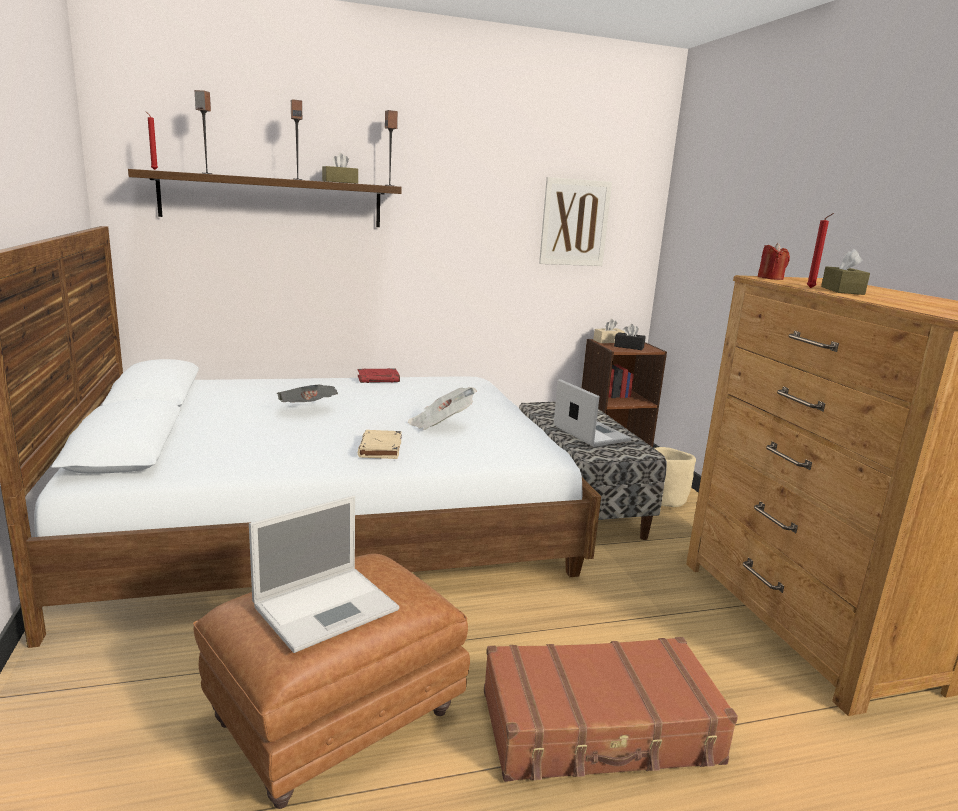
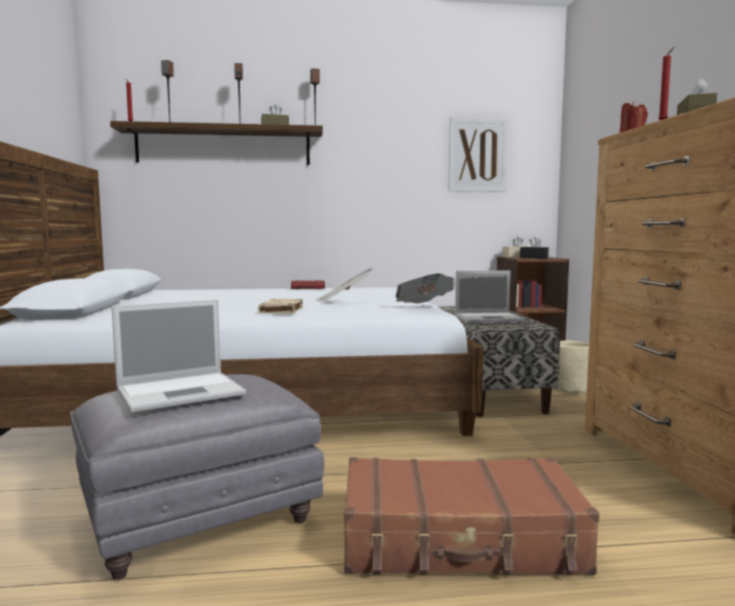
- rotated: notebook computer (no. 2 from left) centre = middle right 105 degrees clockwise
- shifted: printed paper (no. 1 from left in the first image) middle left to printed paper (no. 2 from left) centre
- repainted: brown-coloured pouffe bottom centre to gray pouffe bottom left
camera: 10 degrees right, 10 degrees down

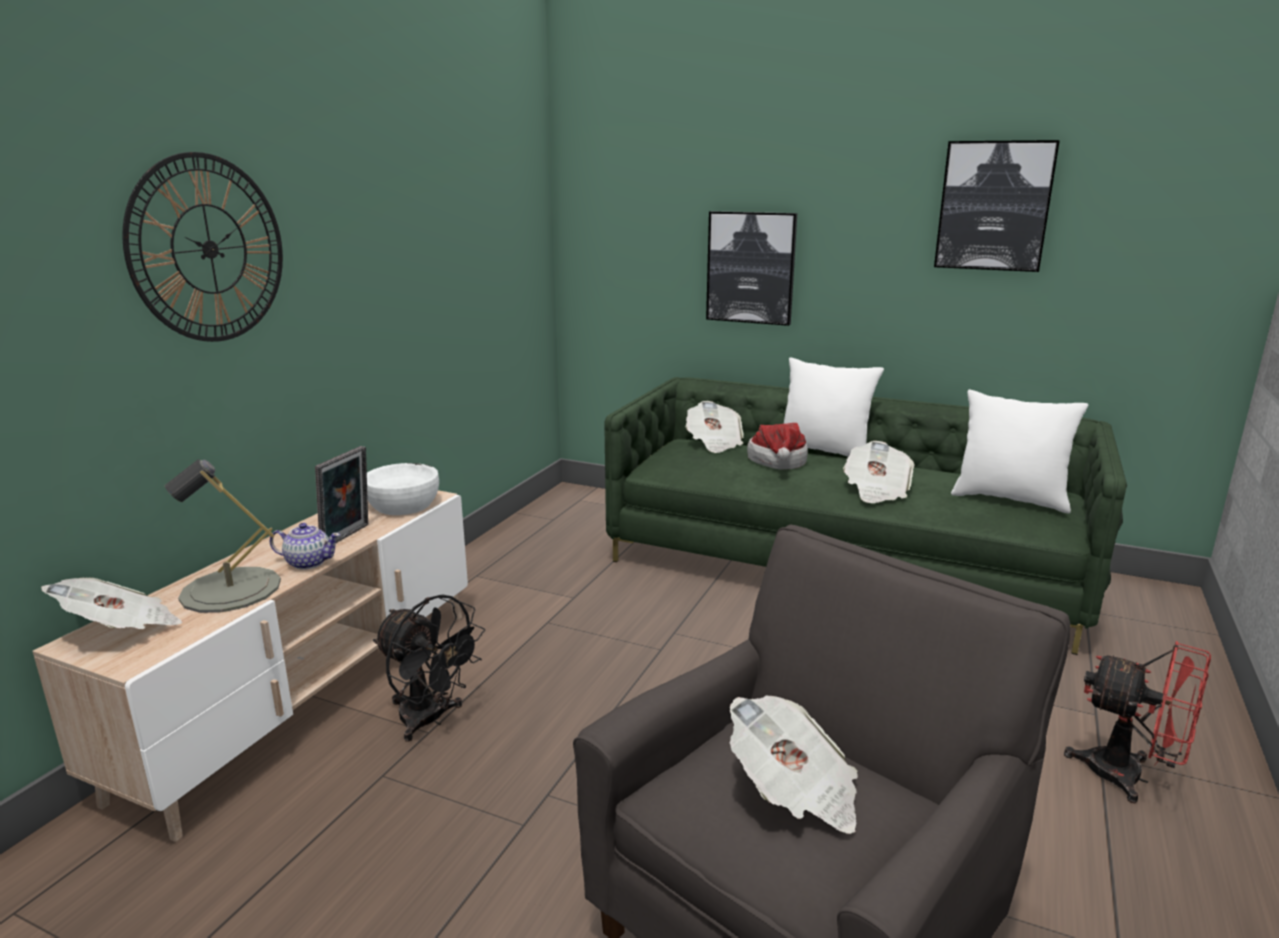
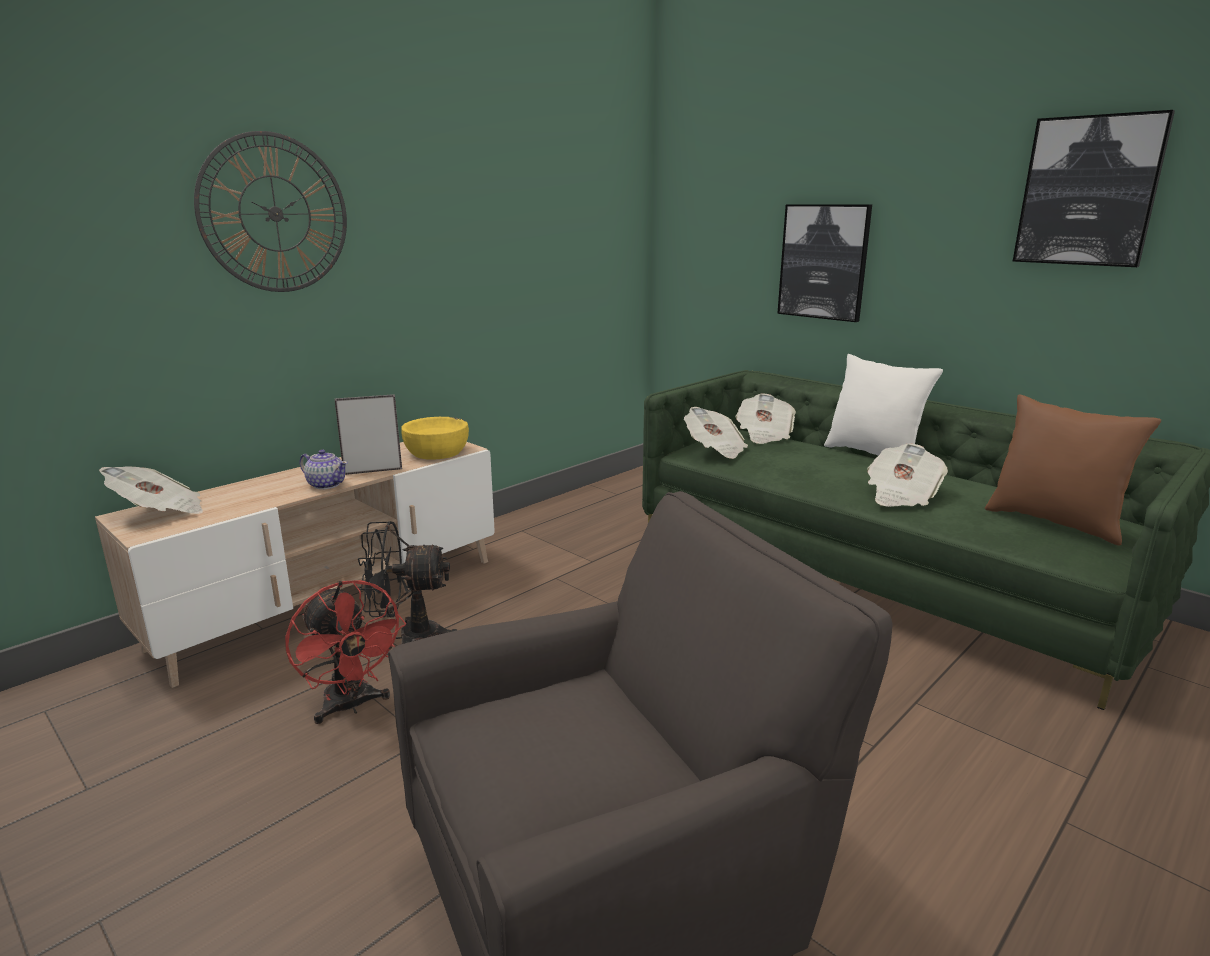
- repainted: whitish throw pillow (no. 2 from left) middle right to brown-coloured throw pillow middle right
- gone: hat centre
- rotated: photo frame middle left = middle left 150 degrees counterclockwise
- gone: gray tabletop lamp middle left
- repainted: whitish deep dish middle left to yellowish deep dish centre
- rotated: black cooling fan bottom centre = centre 120 degrees clockwise
- shifted: reddish cooling fan bottom right to bottom left
- shifted: printed paper (no. 3 from left in the first image) bottom centre to printed paper (no. 2 from left) centre
camera: 20 degrees right, 0 degrees up

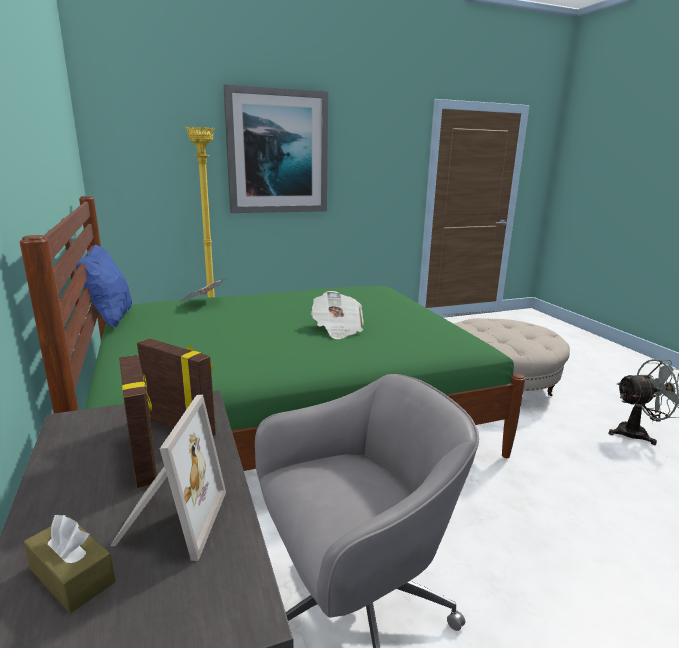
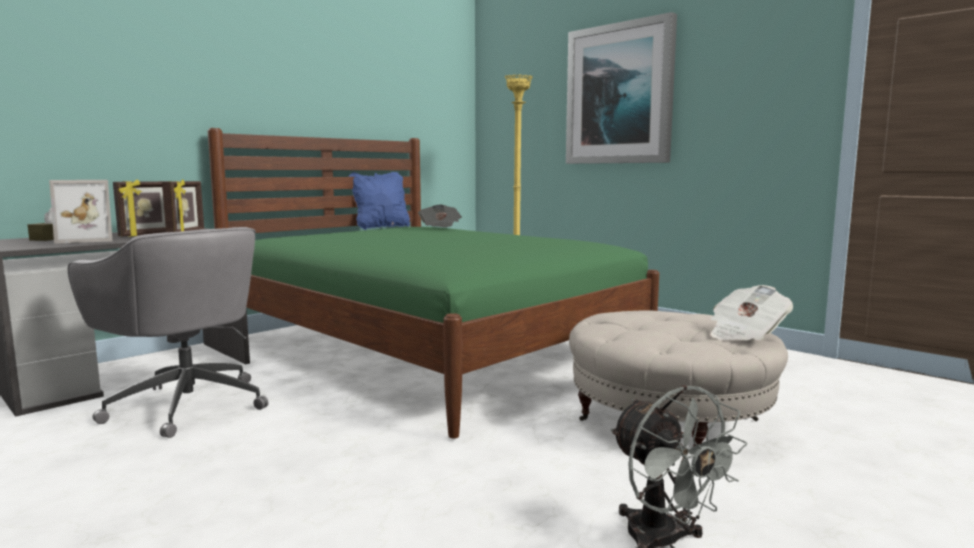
- shifted: printed paper (no. 2 from left) centre to middle right
camera: 65 degrees right, 10 degrees down

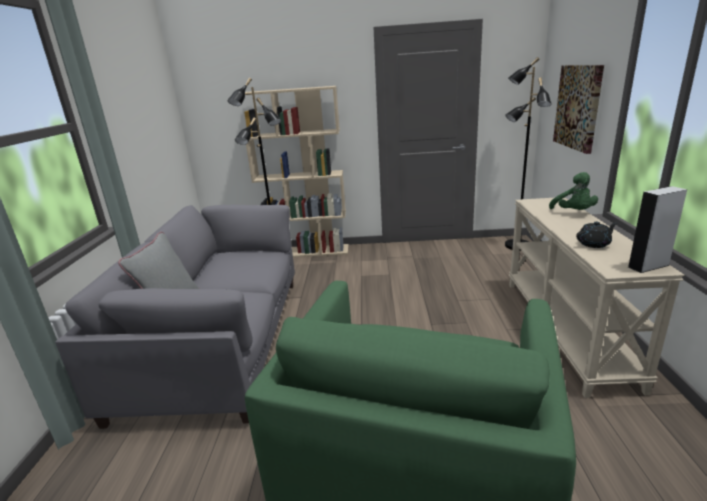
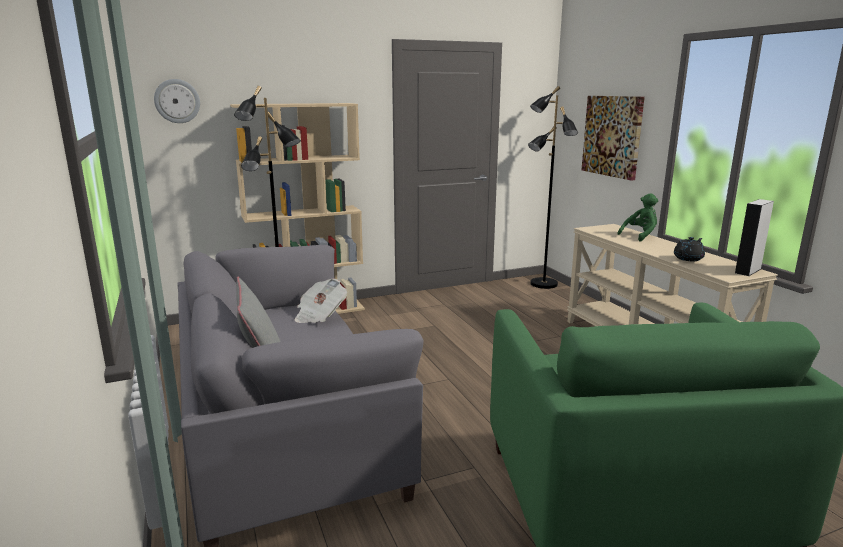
- rotated: green soft toy middle right = middle right 90 degrees counterclockwise
- new: clock on the wall top left
- new: printed paper centre
camera: 25 degrees left, 5 degrees down

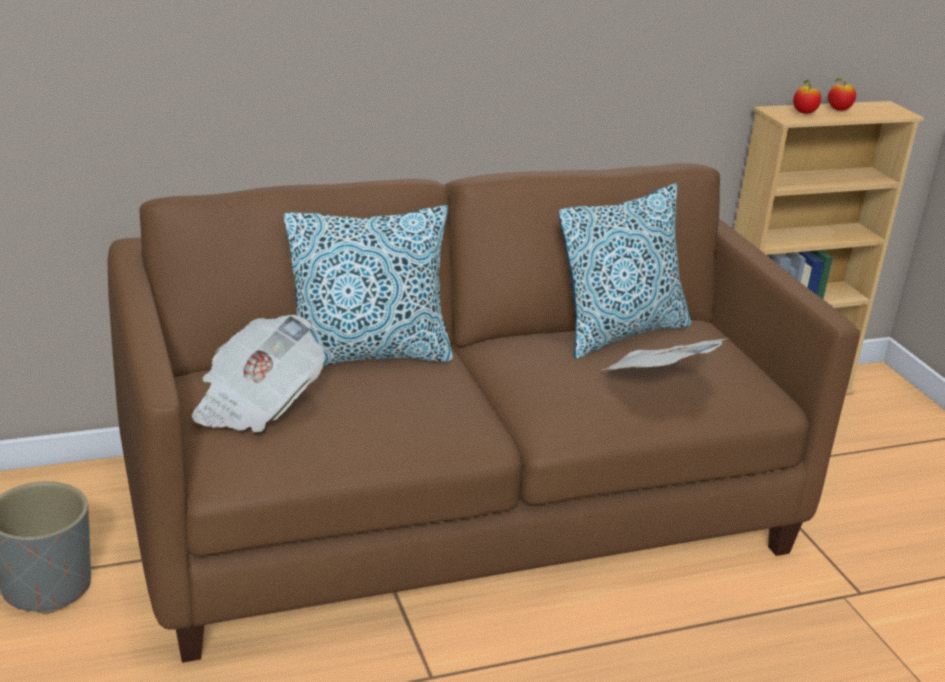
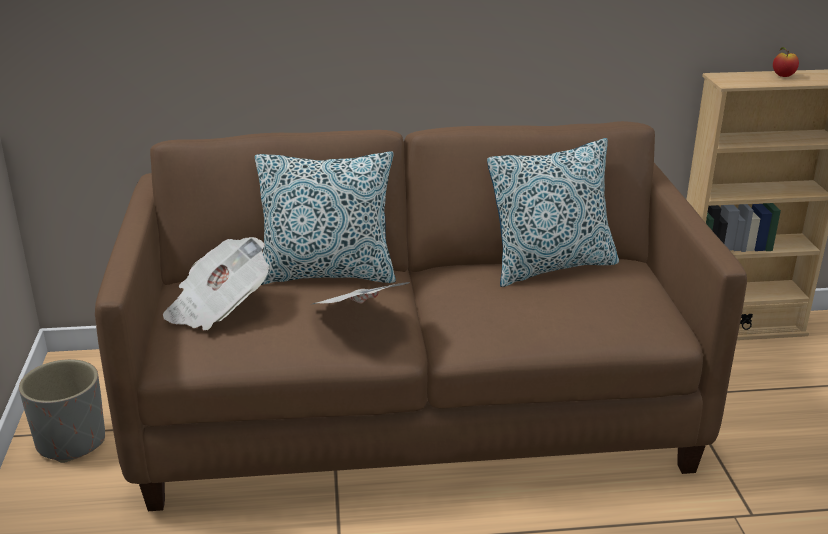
- gone: apple fruit (no. 1 from left) top right
- shifted: printed paper (no. 2 from left) middle right to centre
camera: 15 degrees right, 0 degrees up

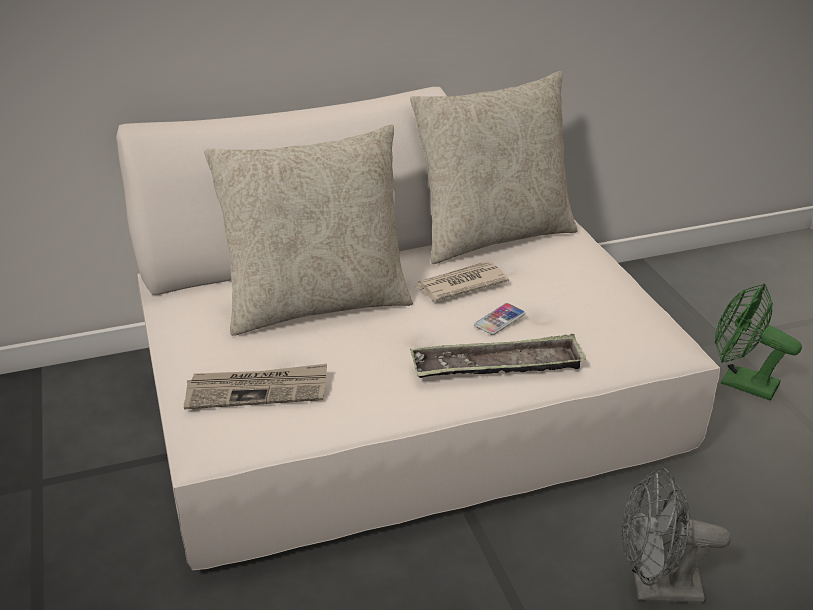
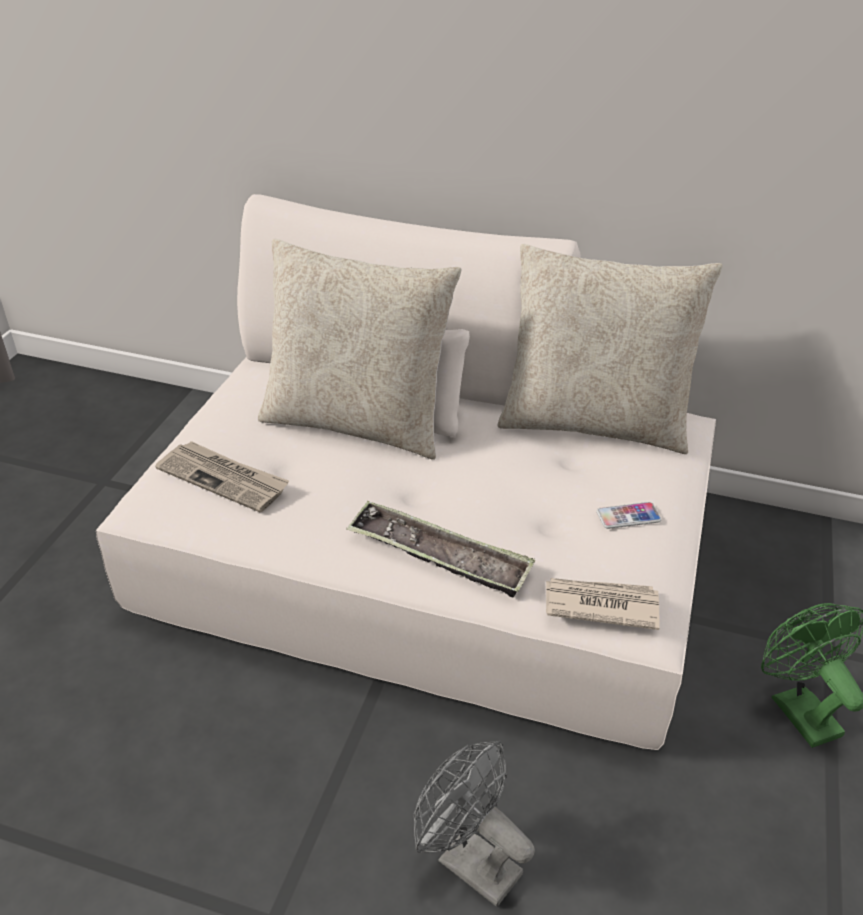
- shifted: printed paper (no. 2 from left) centre to middle right
- shifted: telephone centre to middle right
camera: 35 degrees right, 5 degrees up

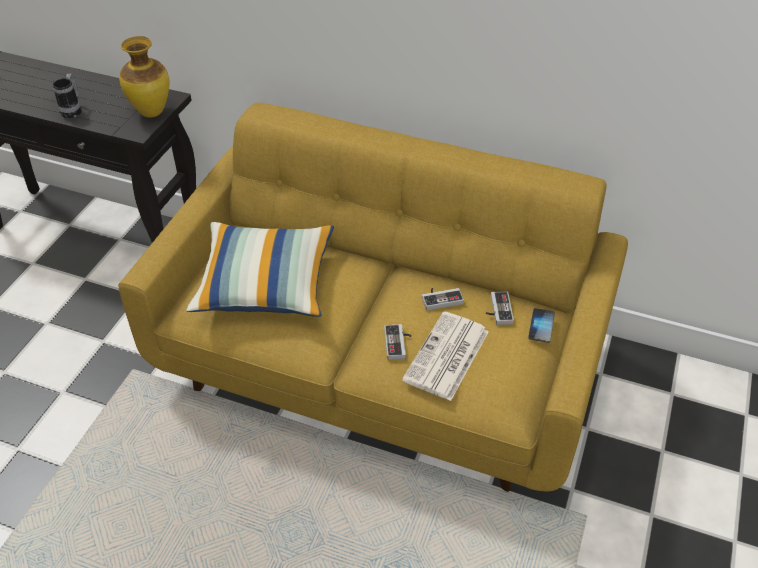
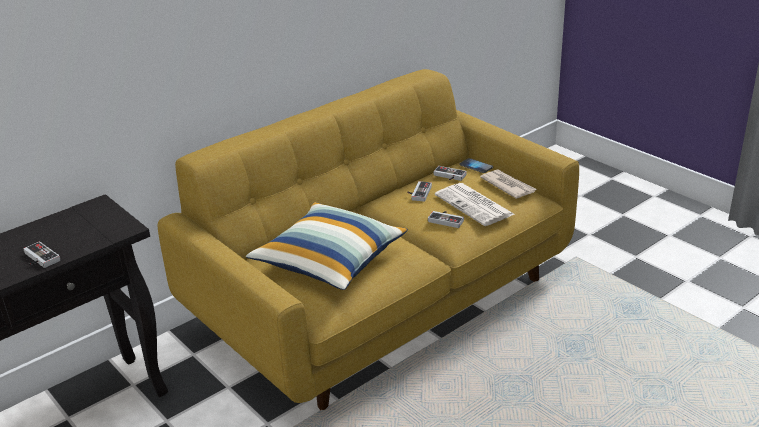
- gone: flower vase top left
- swapped: coffee mug top left to joypad (no. 1 from left) middle left
- new: printed paper (no. 2 from left) middle right
camera: 60 degrees left, 15 degrees down

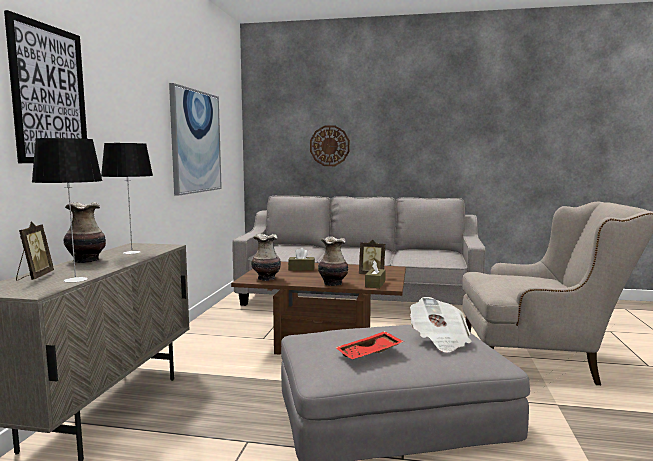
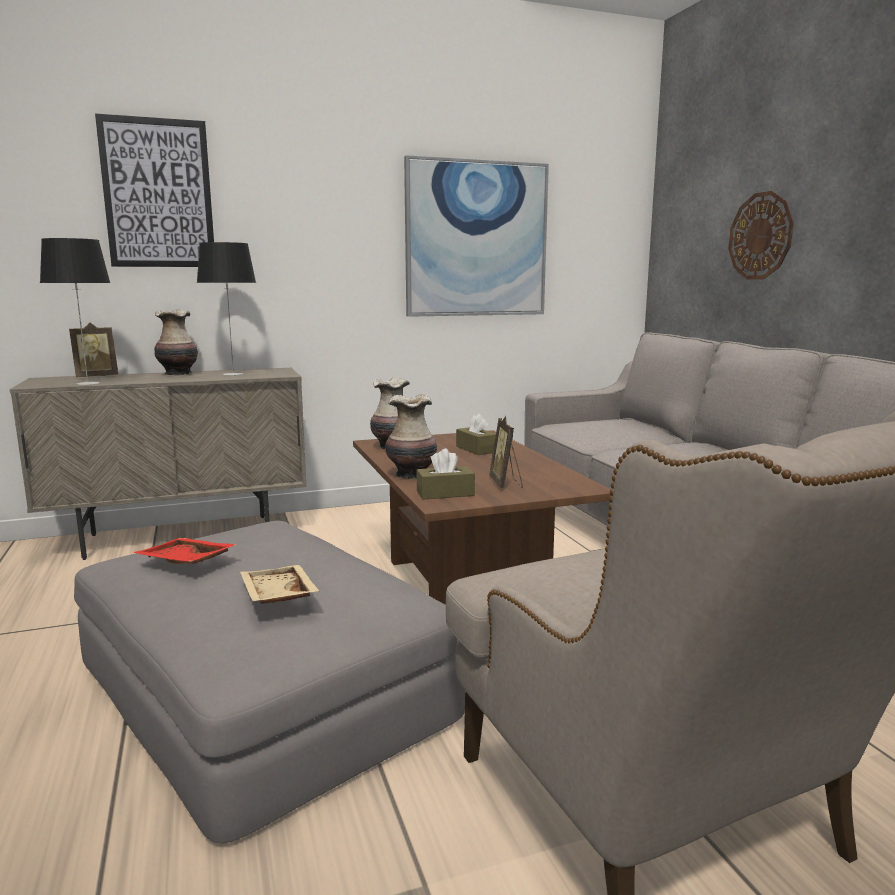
- swapped: printed paper bottom right to sand-coloured tray middle left
camera: 60 degrees right, 5 degrees up

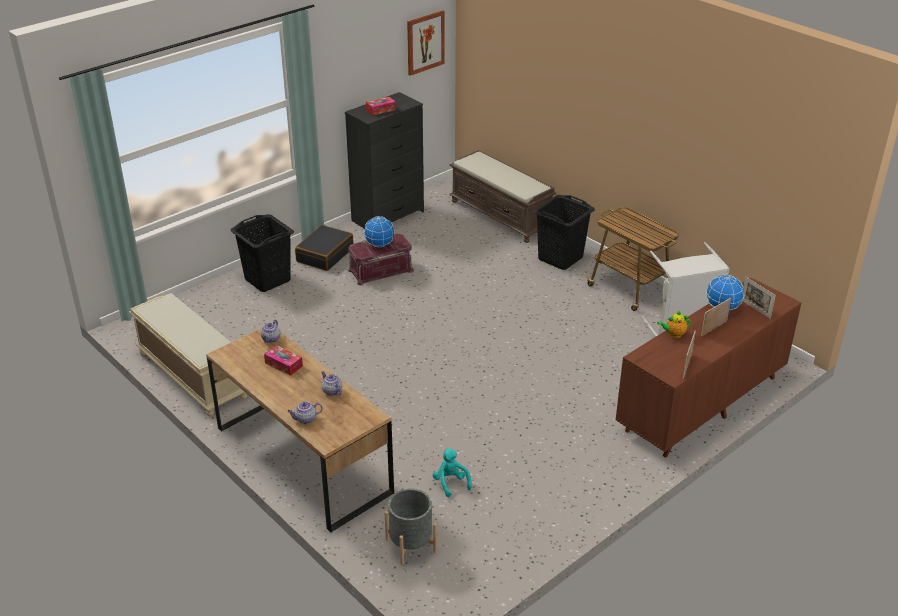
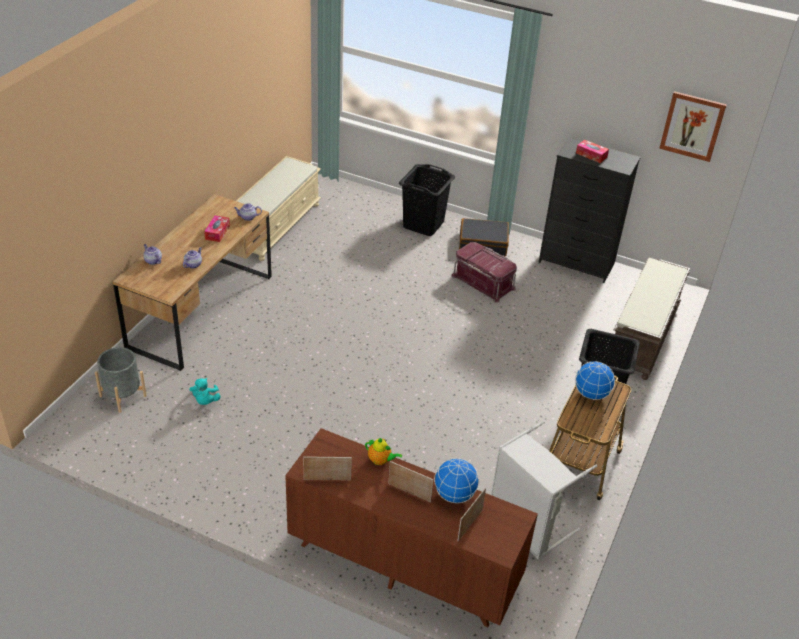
- shifted: world globe (no. 1 from left in the first image) centre to world globe (no. 2 from left) middle right
- rotated: teapot (no. 4 from left) middle right = bottom centre 150 degrees clockwise
- rotated: turquoise soft toy bottom centre = middle left 135 degrees clockwise
camera: 65 degrees right, 5 degrees up

